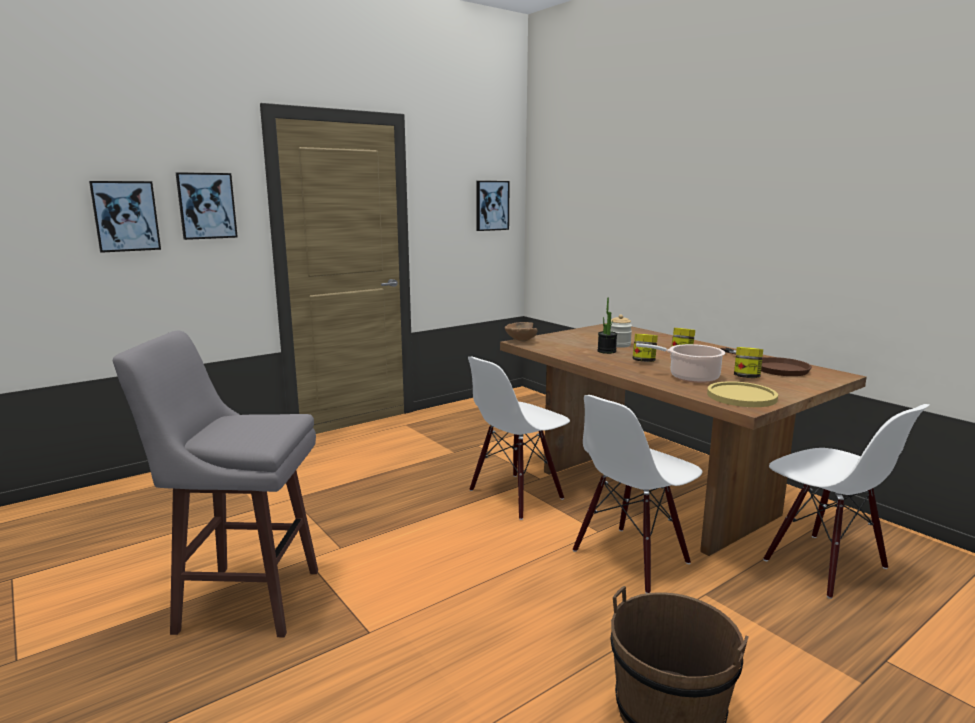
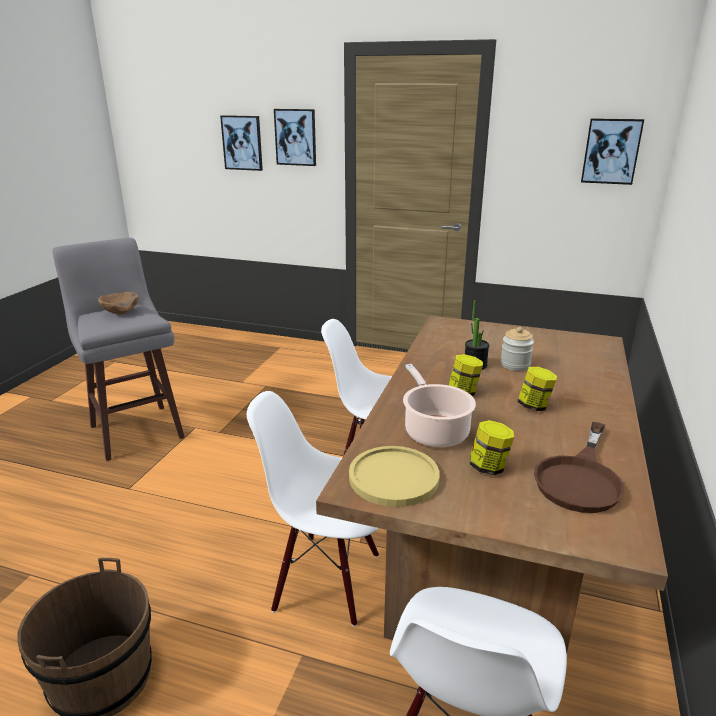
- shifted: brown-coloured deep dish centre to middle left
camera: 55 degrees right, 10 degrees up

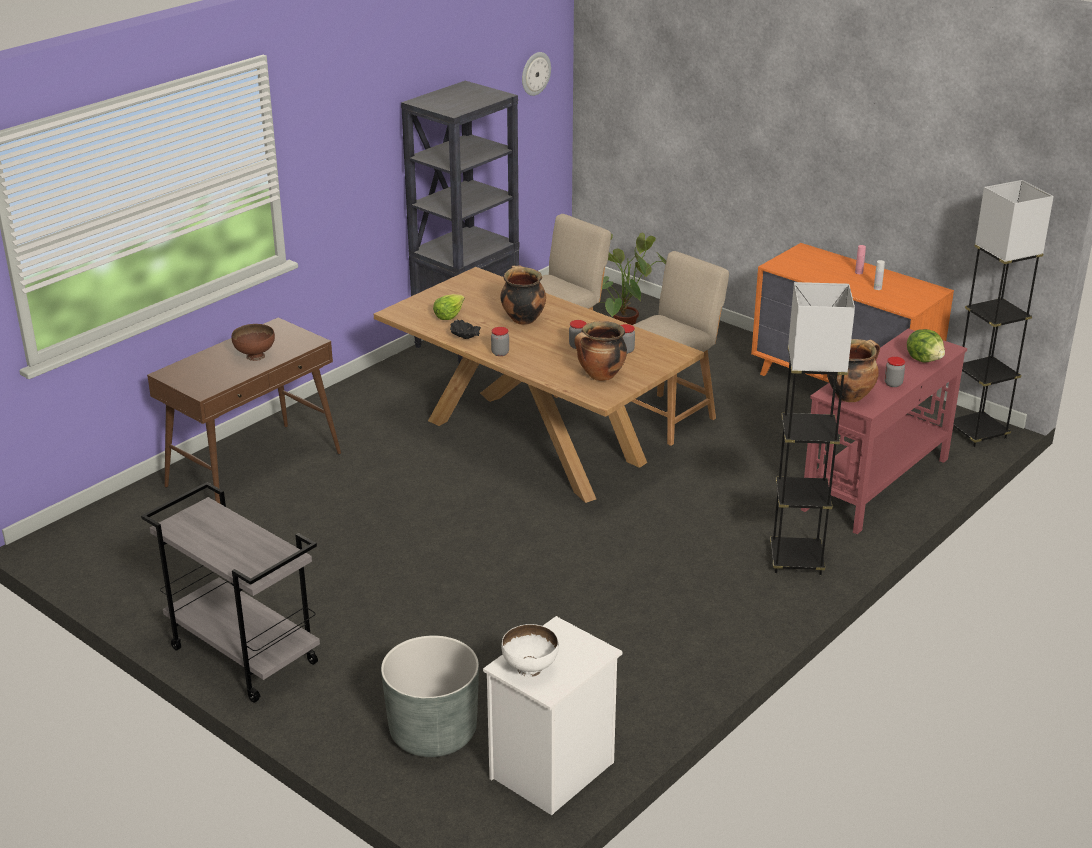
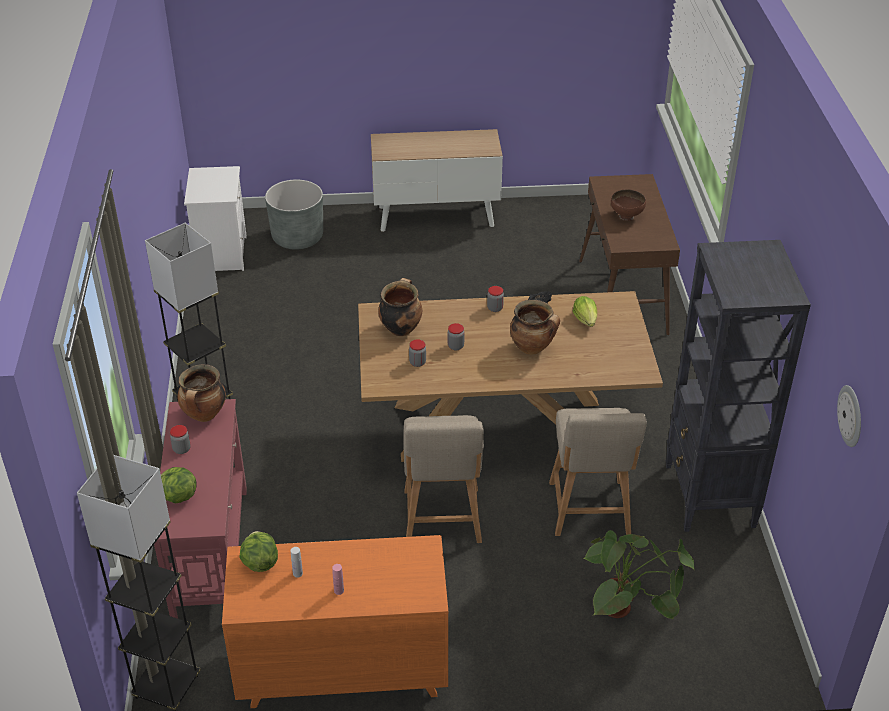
- swapped: gray wheeled cart bottom left to cupboard top centre
- gone: whitish deep dish bottom centre
- new: lettuce head (no. 2 from left) bottom left
camera: 135 degrees right, 10 degrees up

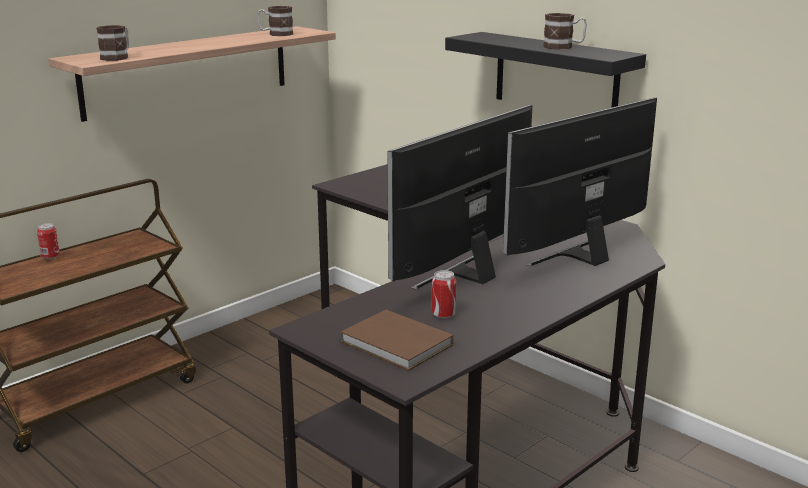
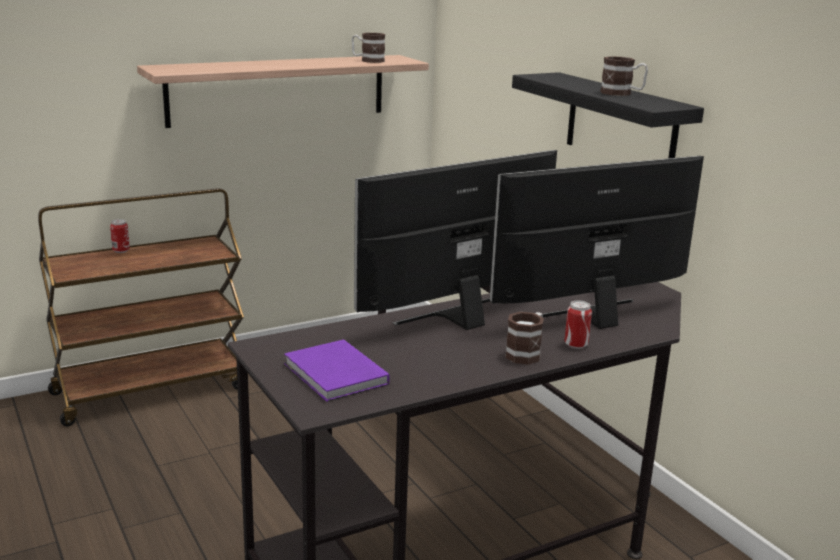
- shifted: coffee mug (no. 1 from left in the first image) top left to coffee mug (no. 2 from left) centre
- shifted: can (no. 2 from left) centre to middle right
- repainted: brown-coloured volume bottom centre to purple volume centre
camera: 15 degrees right, 0 degrees up

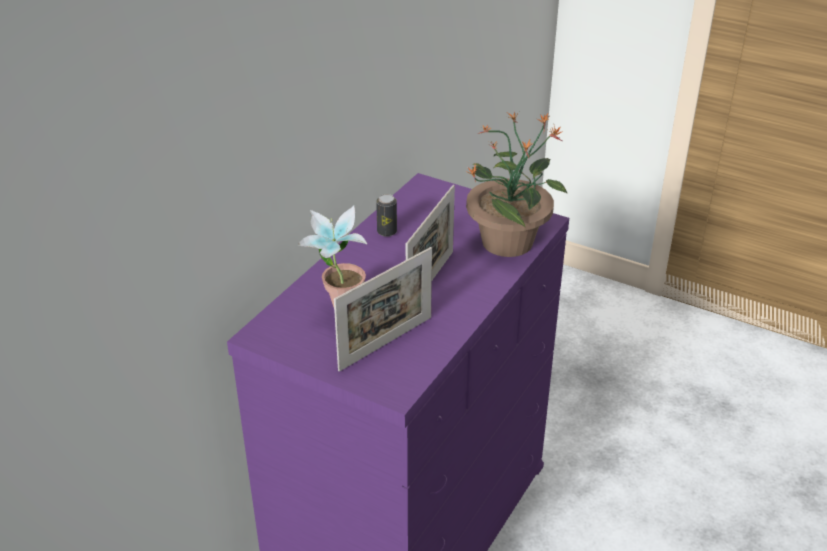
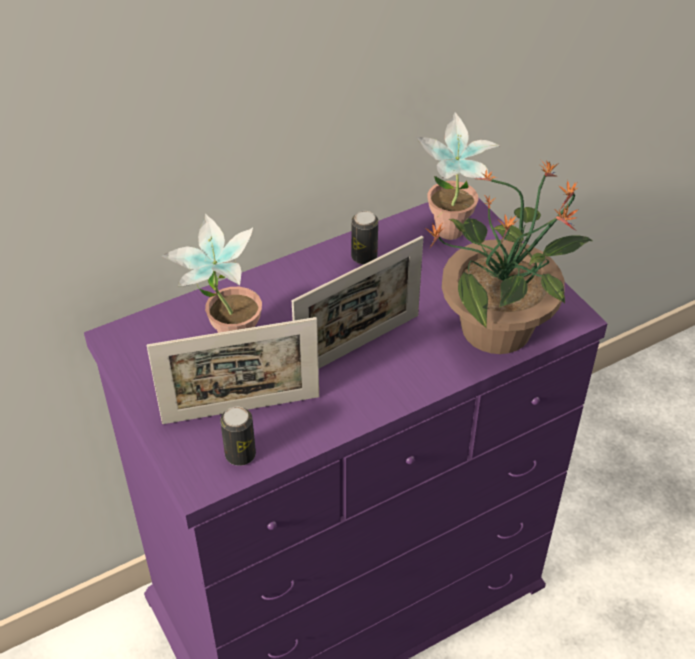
- new: houseplant (no. 2 from left) top centre
- new: can (no. 1 from left) centre
camera: 30 degrees right, 10 degrees up

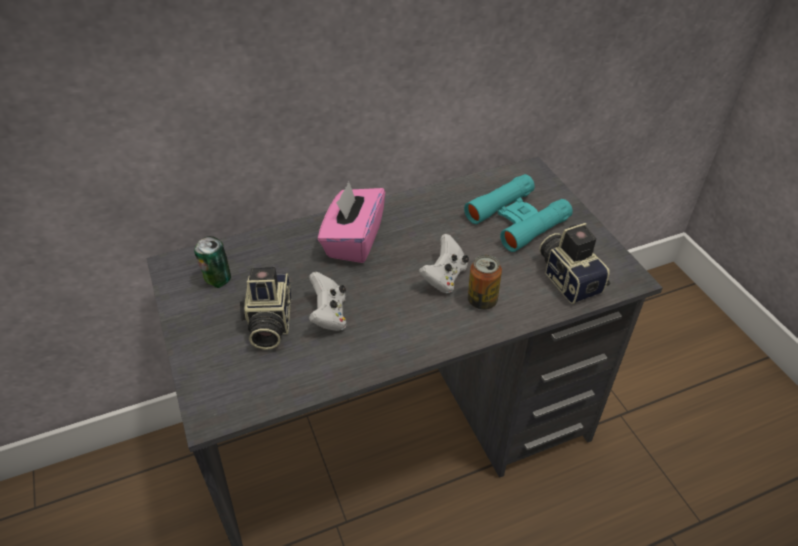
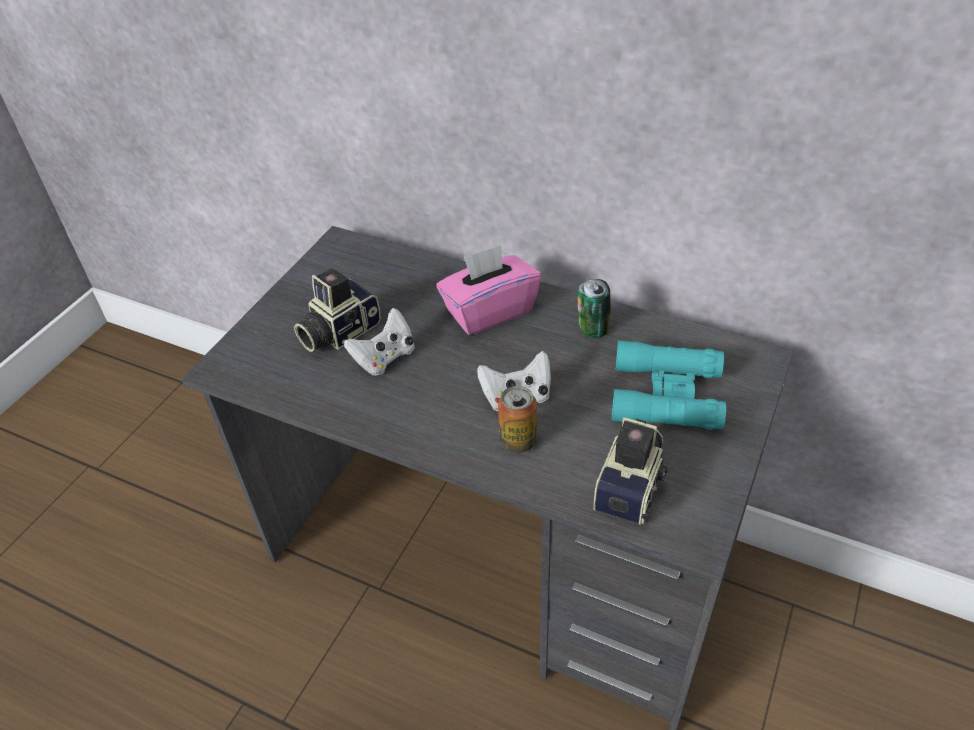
- shifted: can (no. 1 from left in the first image) middle left to can (no. 2 from left) centre
camera: 50 degrees right, 0 degrees up

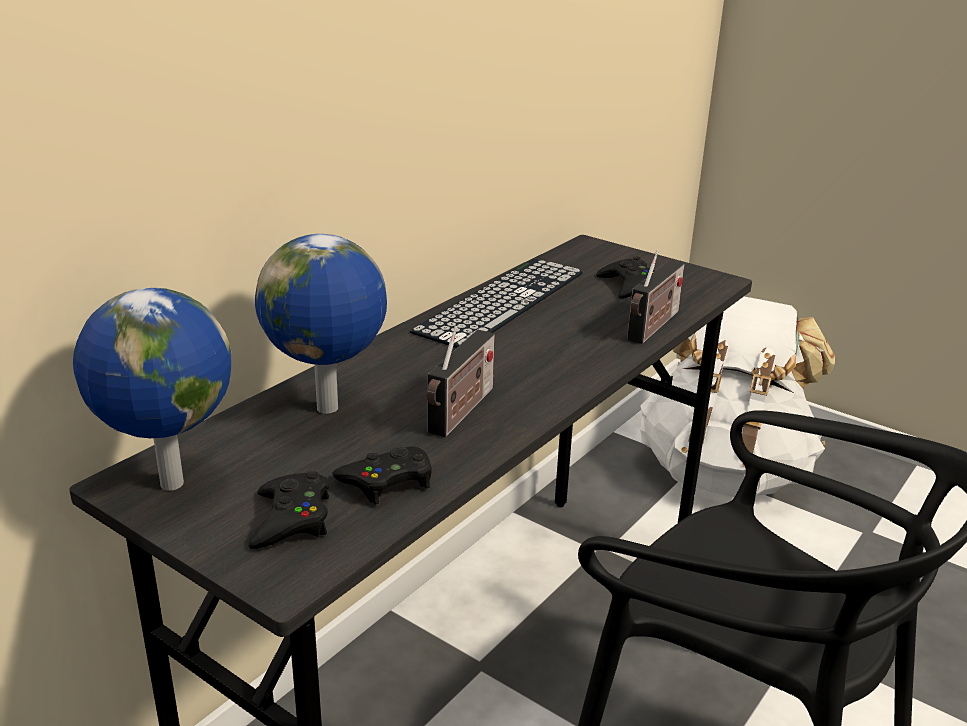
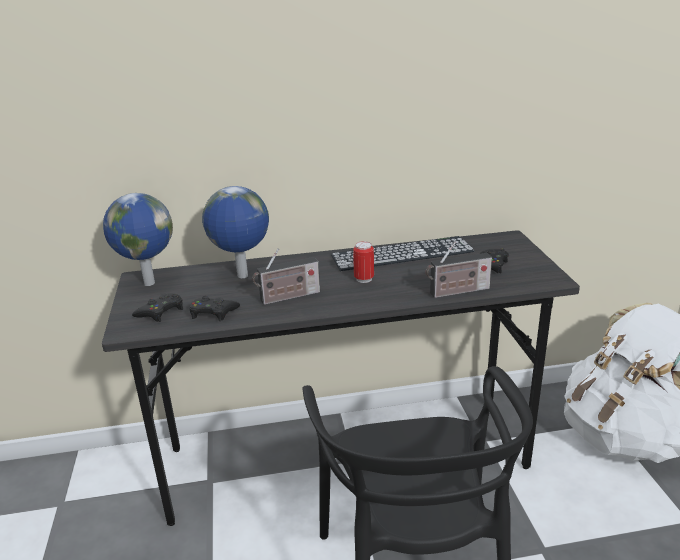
- new: can centre
camera: 45 degrees right, 0 degrees up

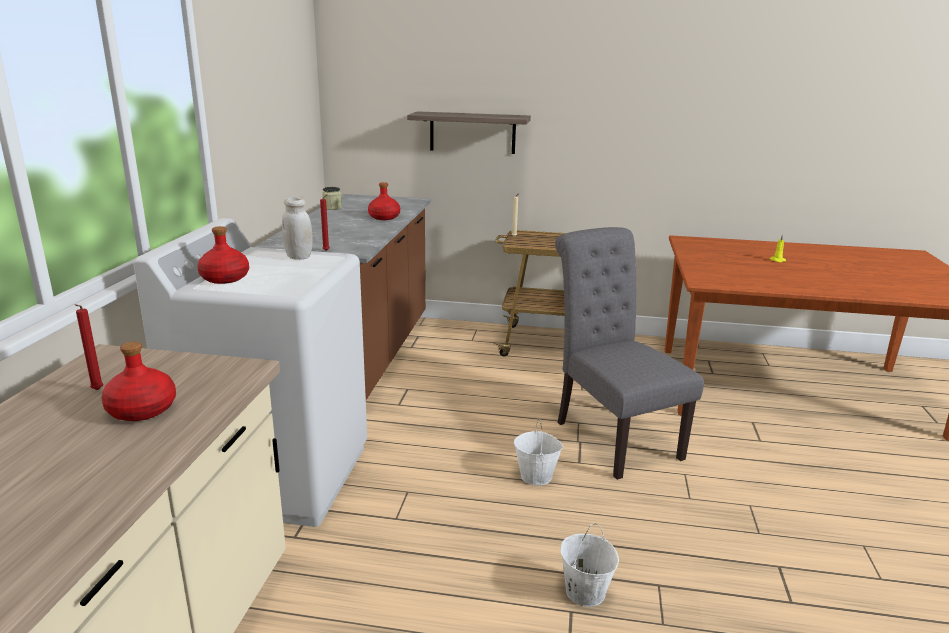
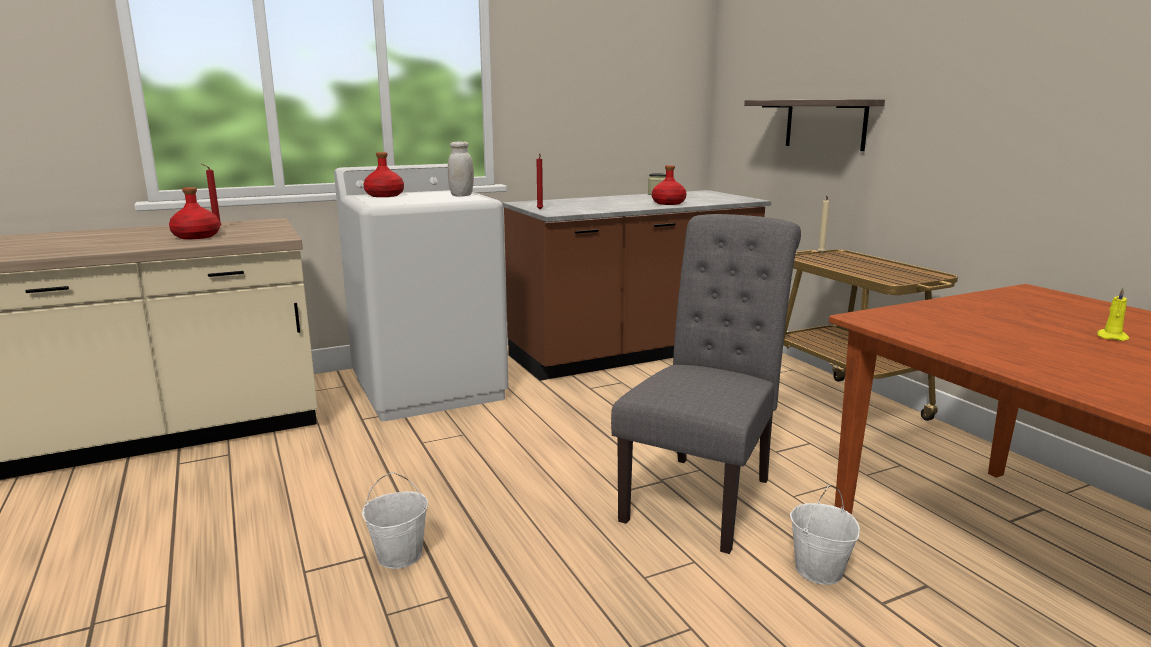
- shifted: whitish pail (no. 1 from left in the first image) bottom centre to whitish pail (no. 2 from left) bottom right
camera: 55 degrees right, 5 degrees down

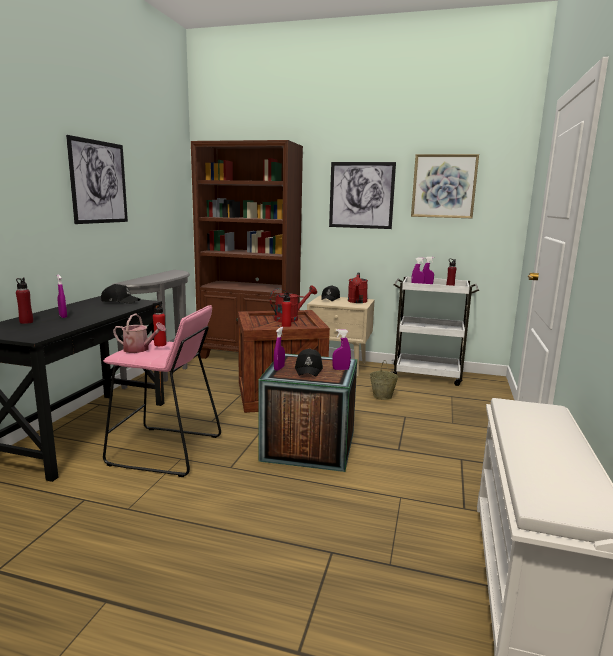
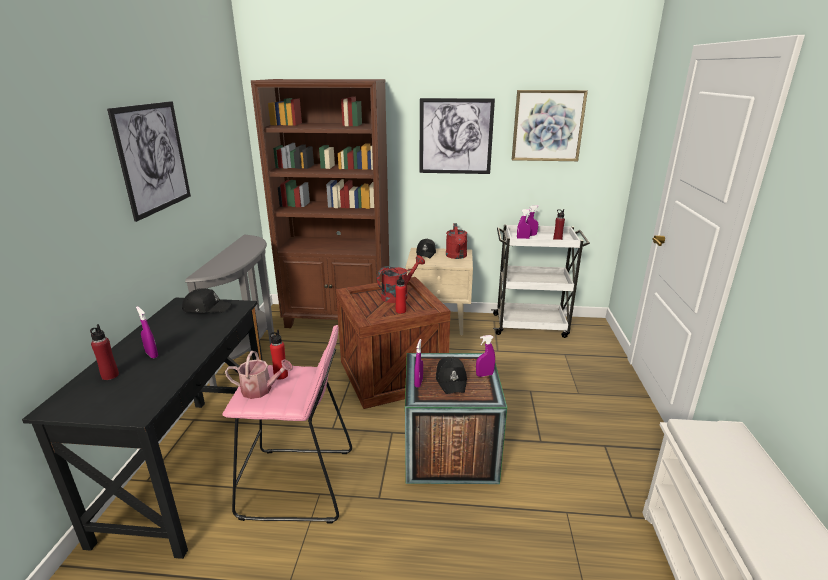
- gone: sand-coloured pail centre
camera: 10 degrees left, 10 degrees up

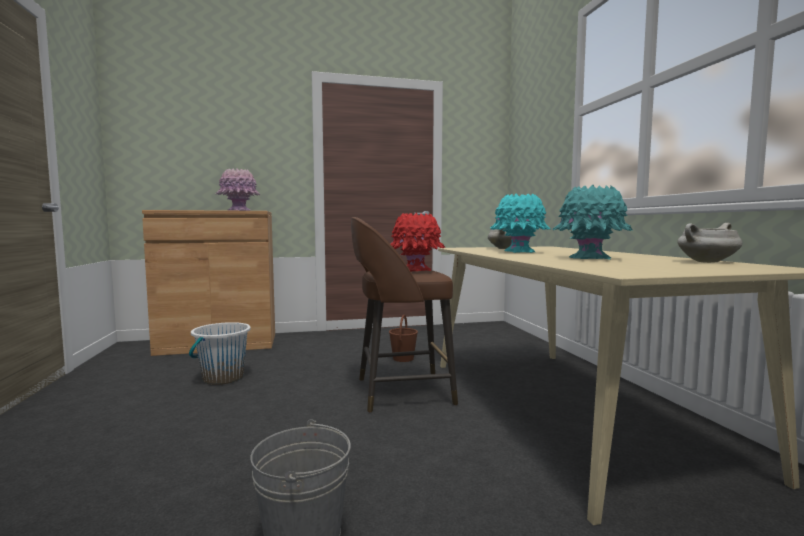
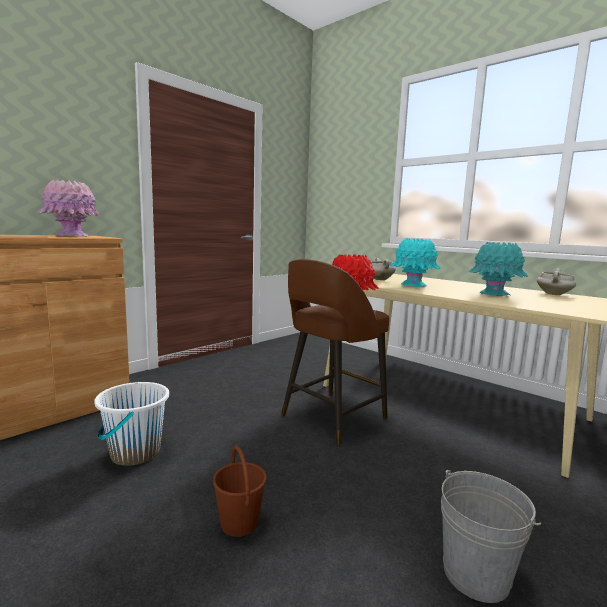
- shifted: brown-coloured pail centre to bottom centre
camera: 35 degrees left, 5 degrees up

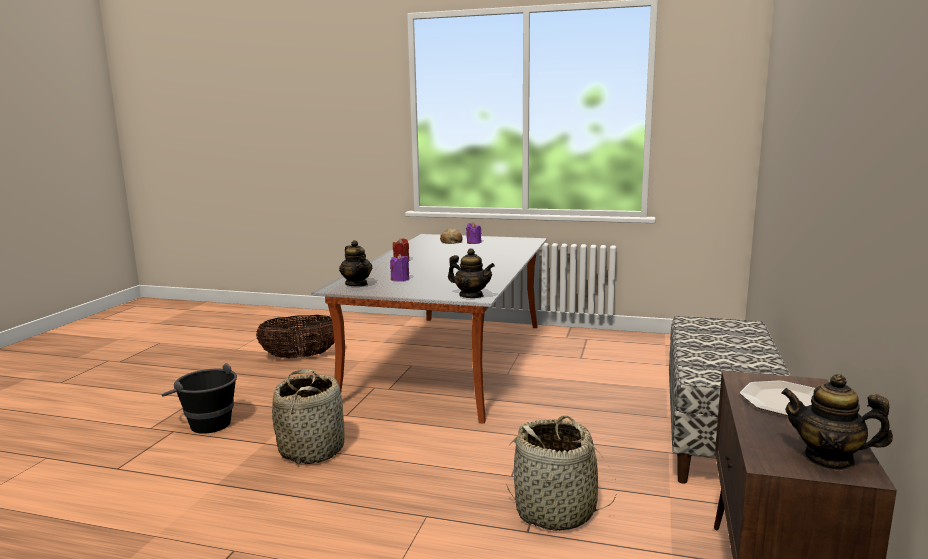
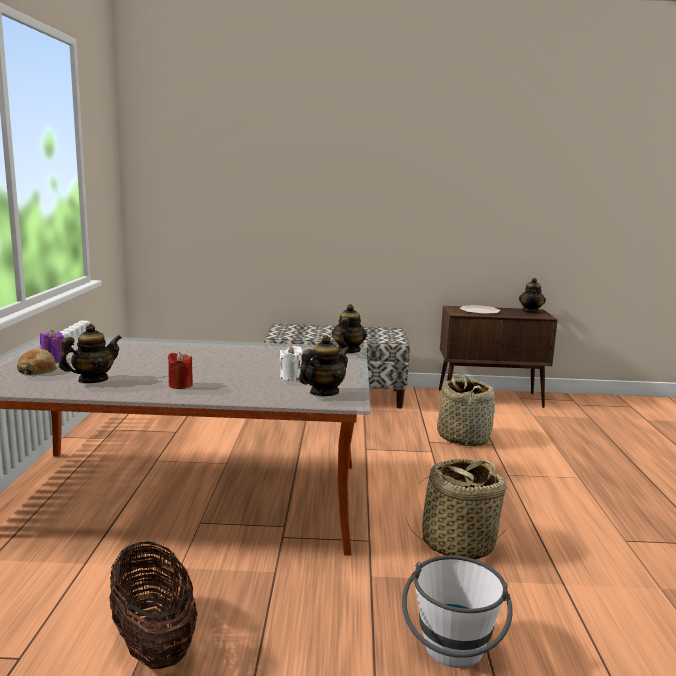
- repainted: purple wax candle (no. 1 from left) centre to whitish wax candle centre
- repainted: black pail bottom left to whitish pail bottom right
- new: teapot (no. 1 from left) middle left
camera: 105 degrees left, 0 degrees up

